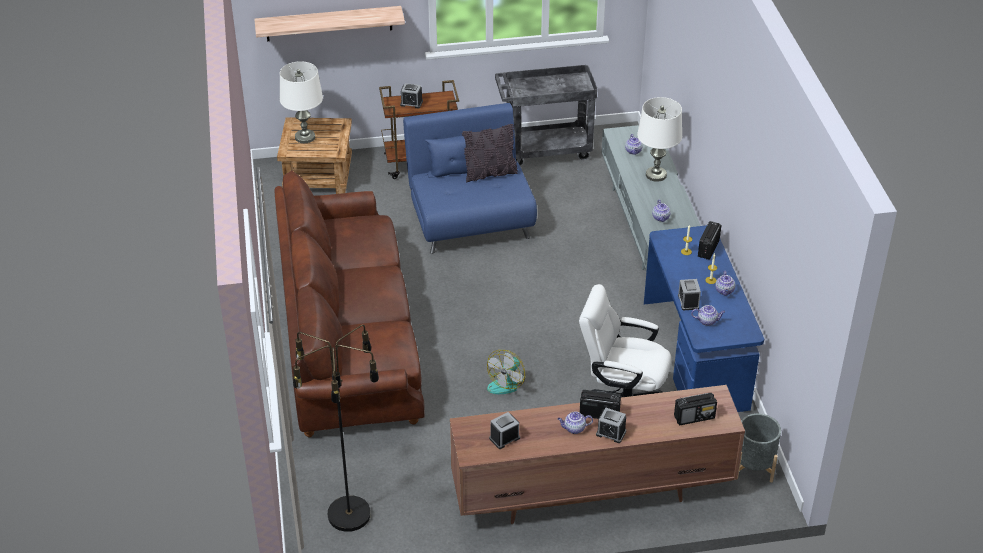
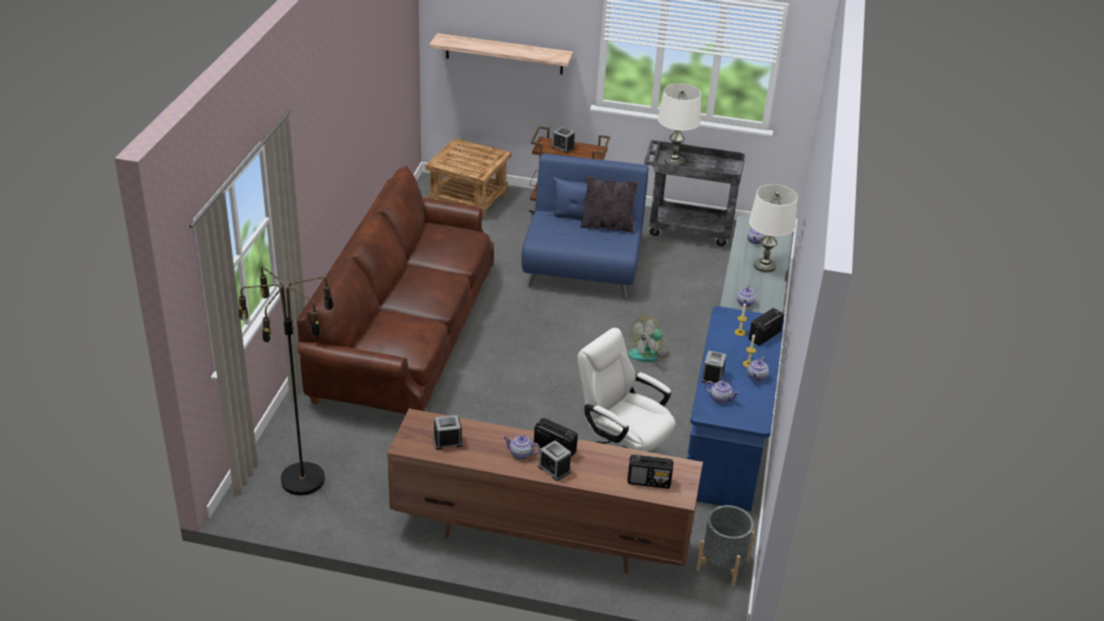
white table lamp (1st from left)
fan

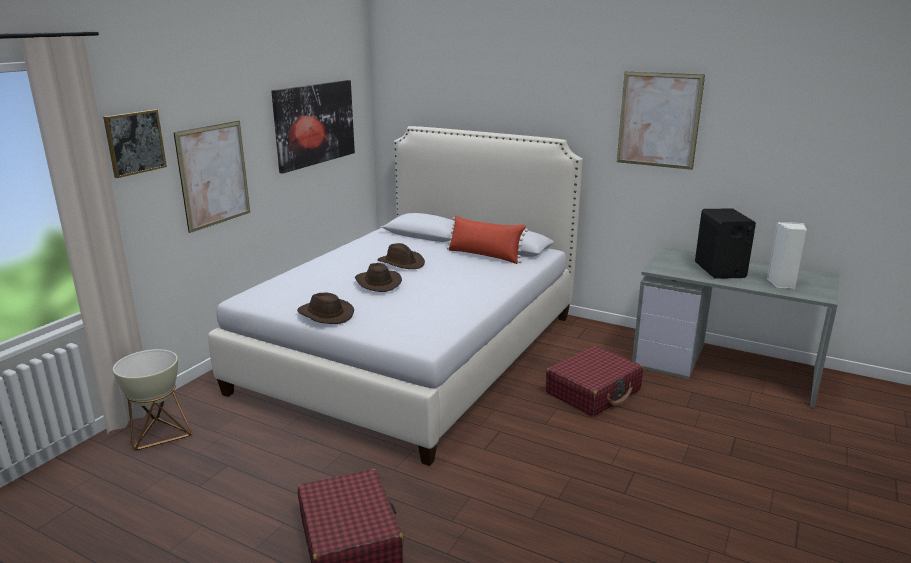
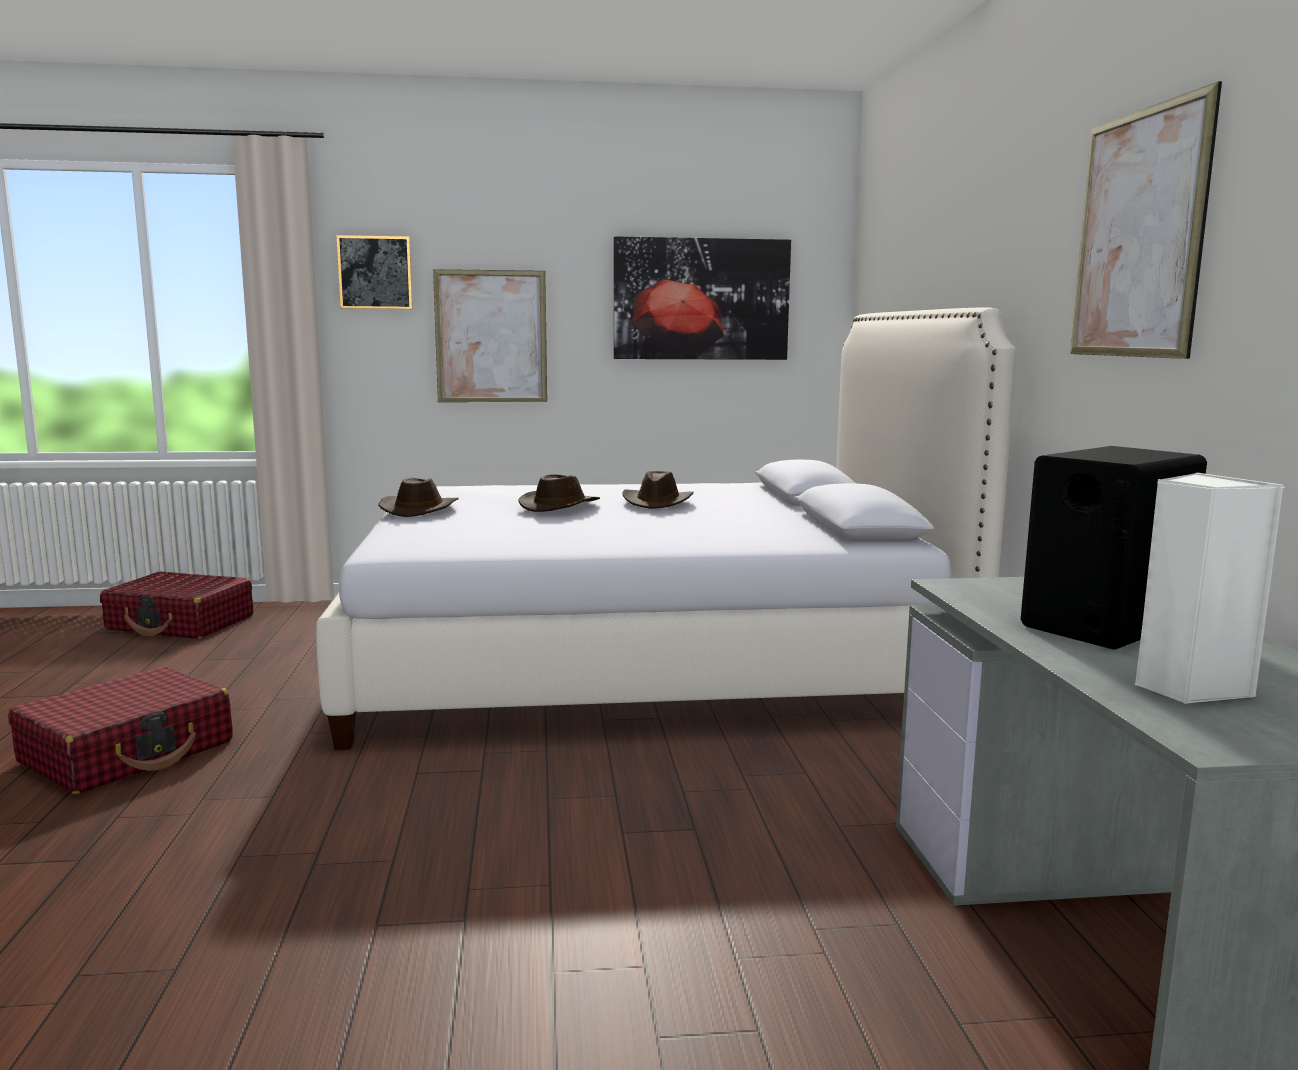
planter
red pillow
red suitcase (2nd from left)

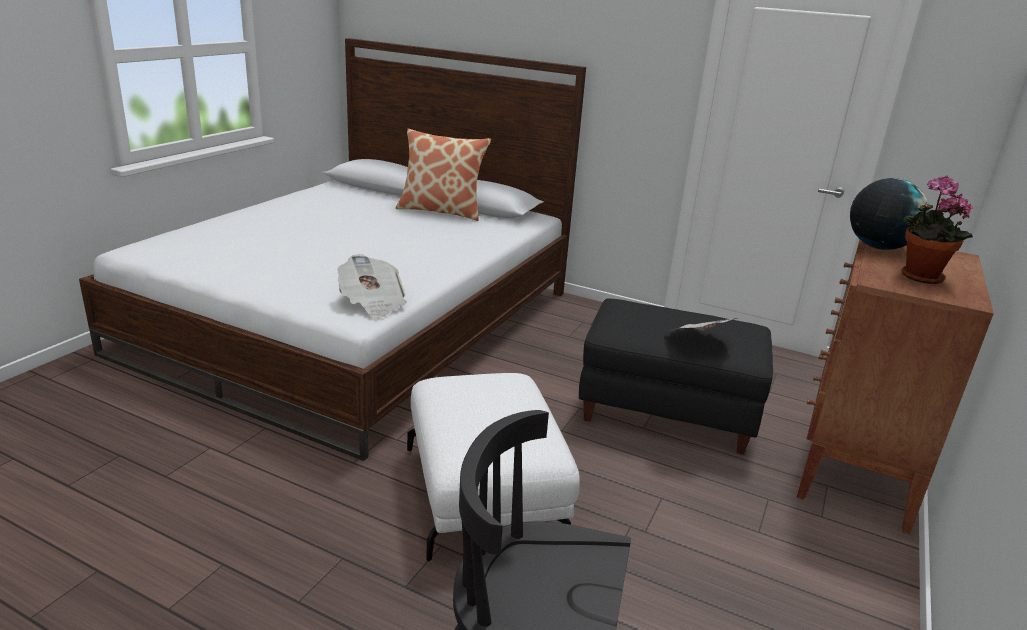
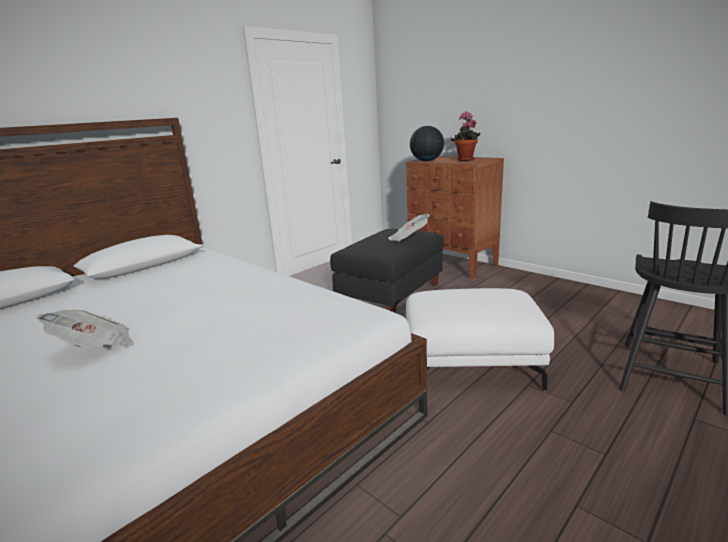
newspaper (1st from left)
pillow

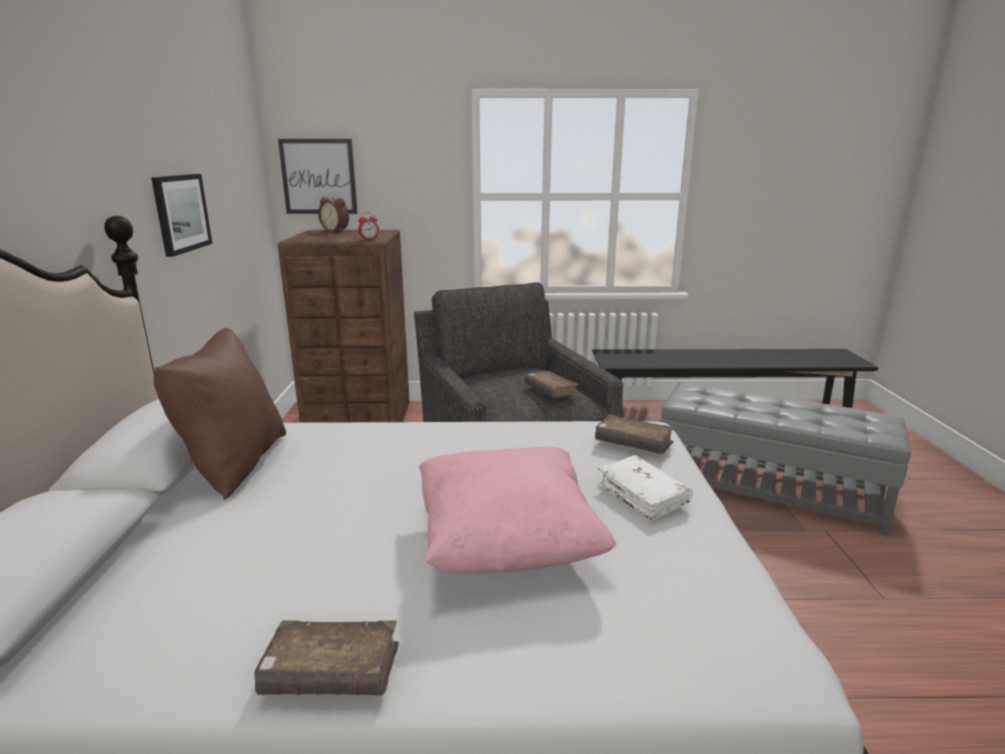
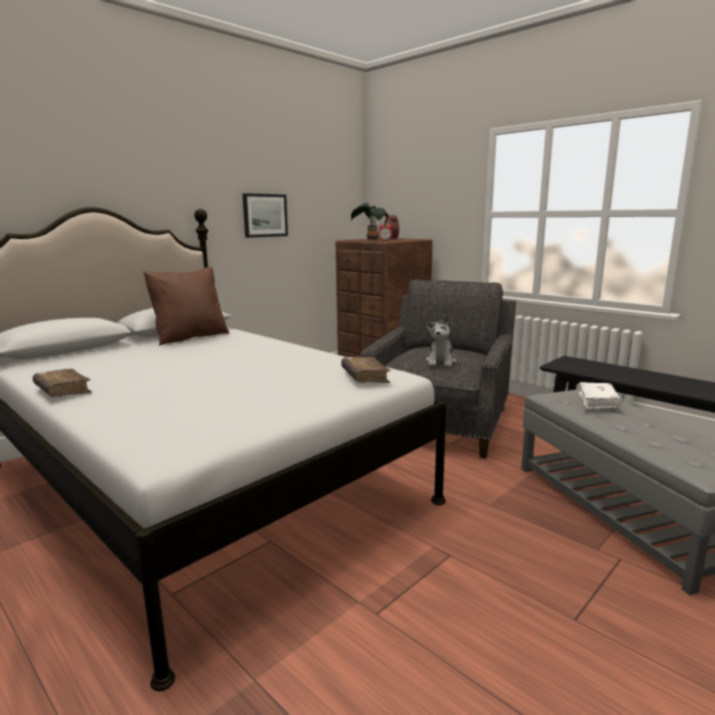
picture (2nd from left in the first image)
pink pillow
plush toy
white book
potted plant

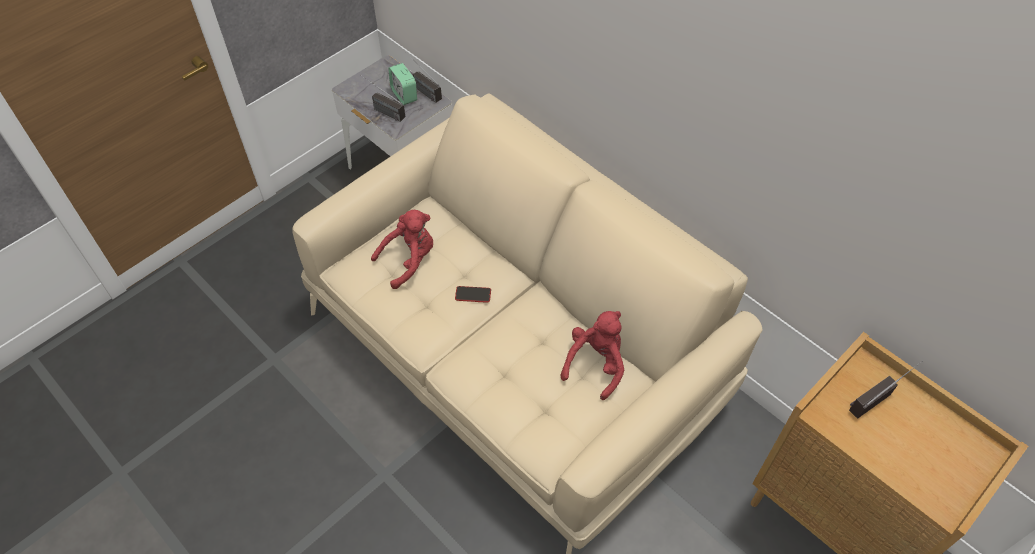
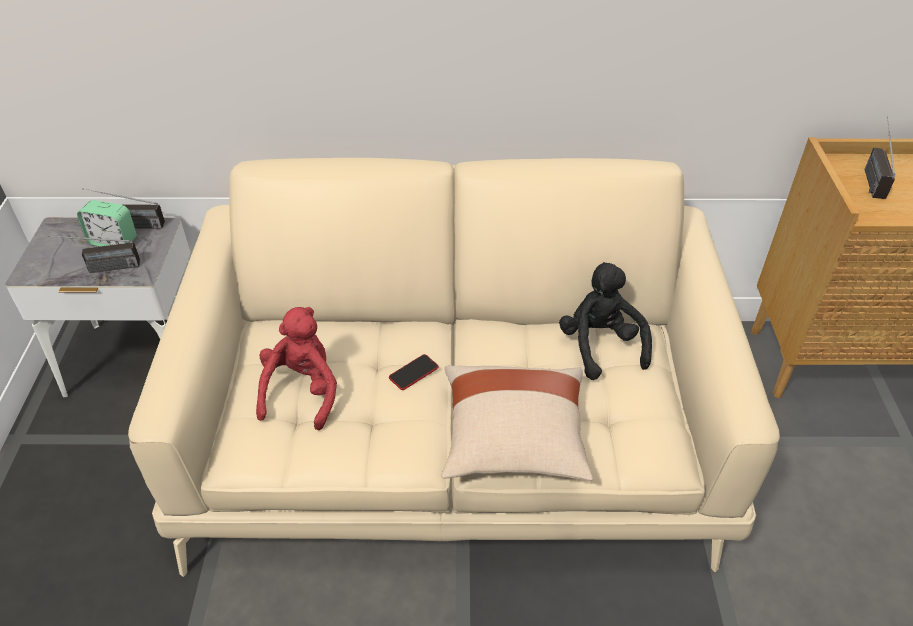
black plush toy
beige pillow

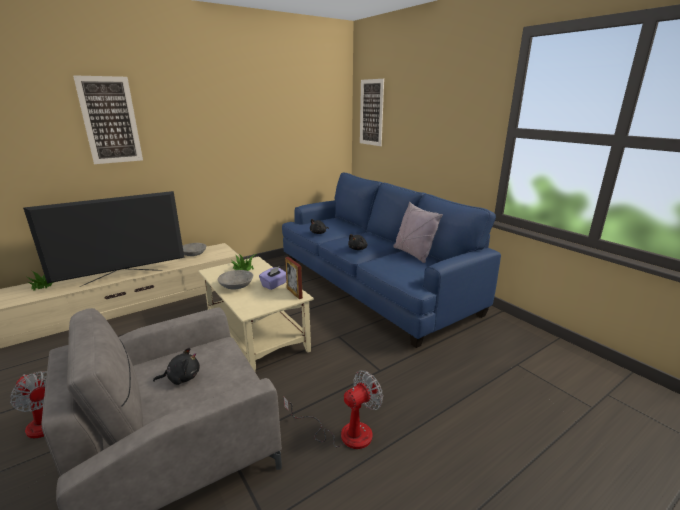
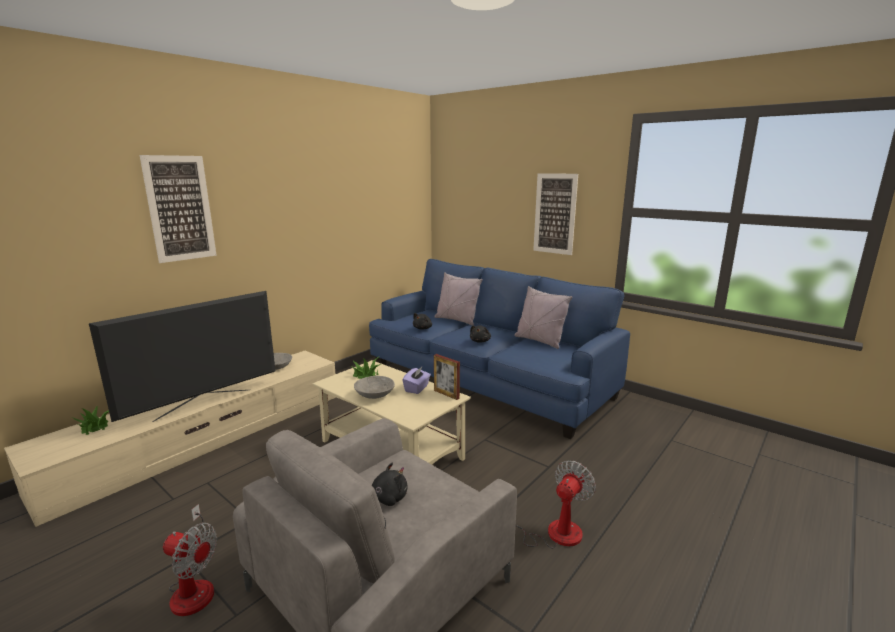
picture (2nd from left)
purple pillow (1st from left)

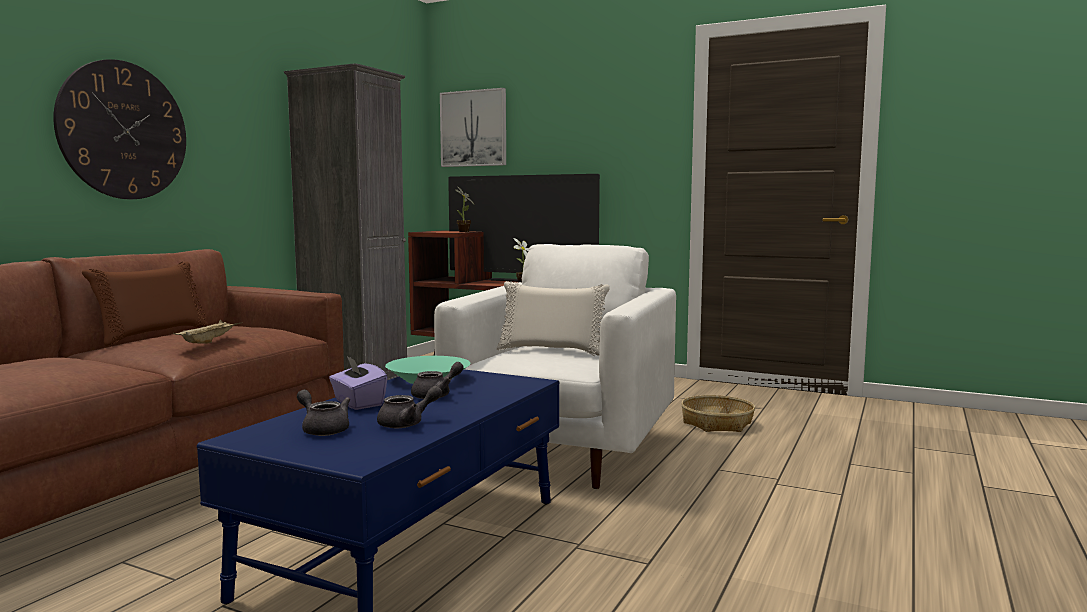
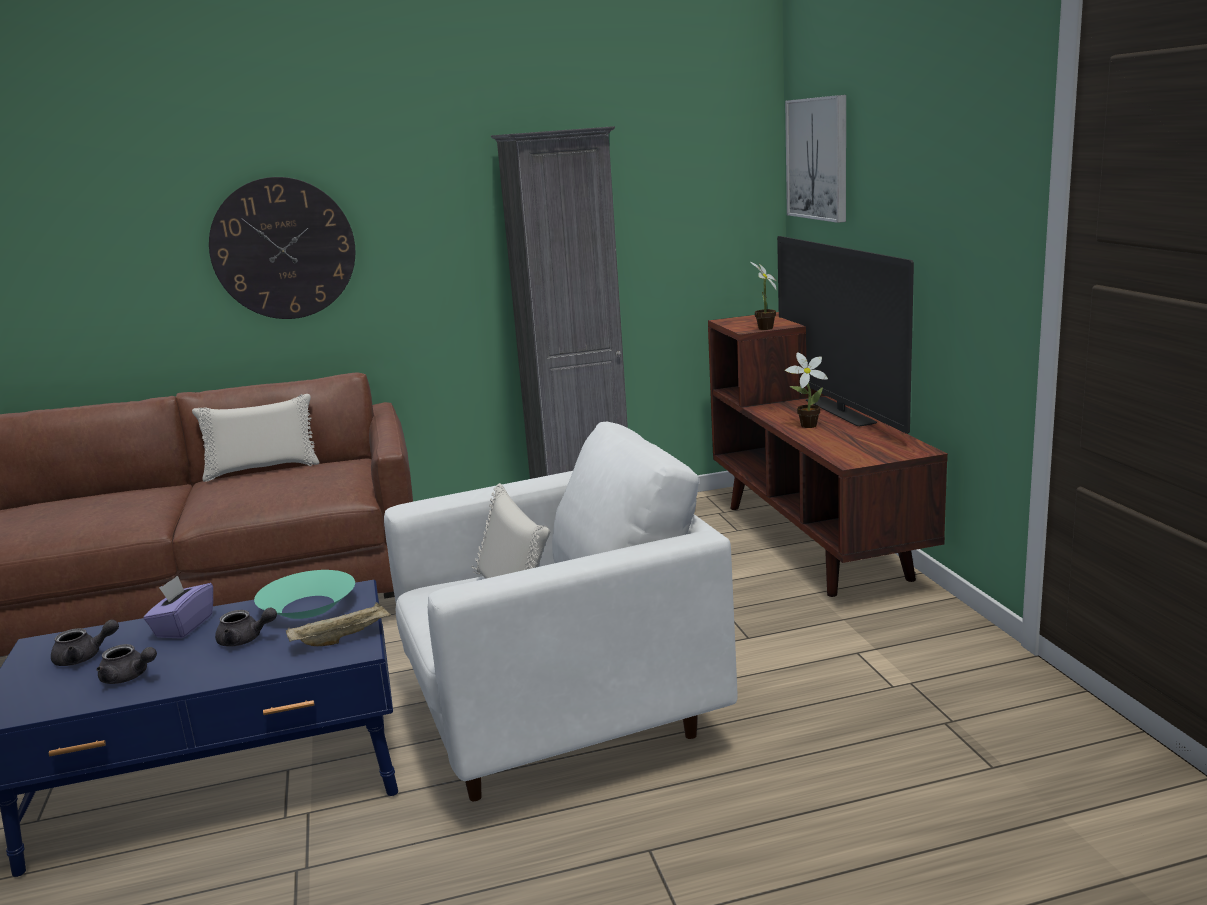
white pillow (1st from left)
beige tray
grey teapot (1st from left)
basket

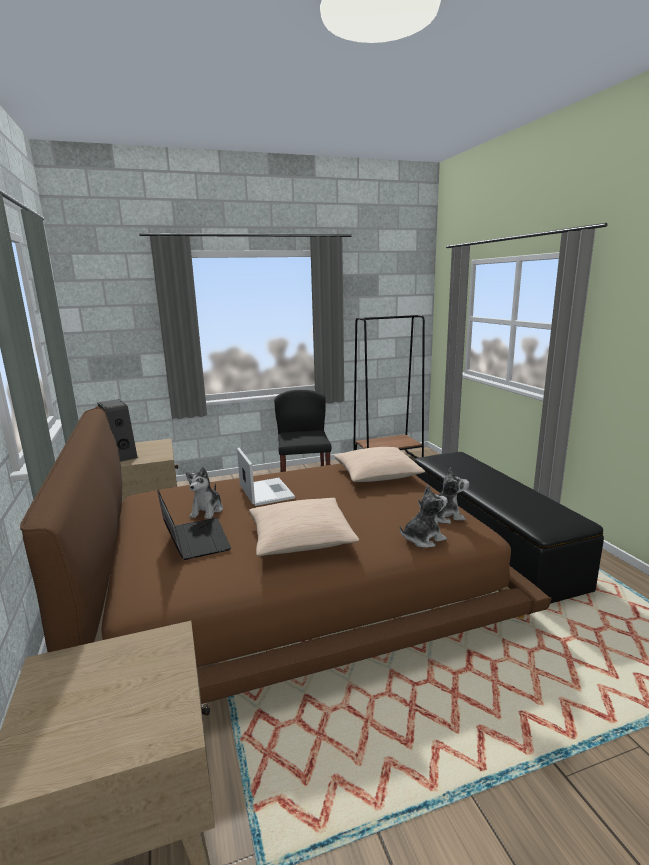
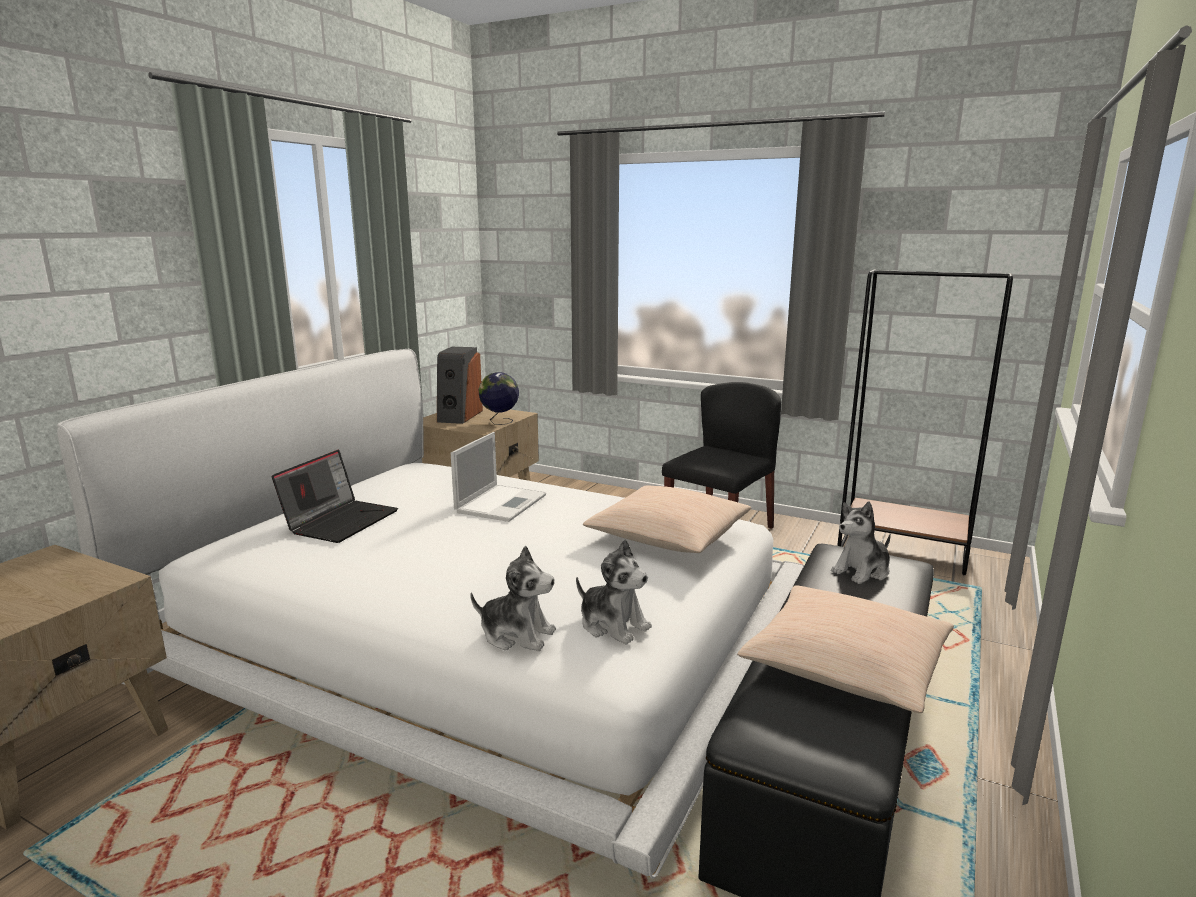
white bed
plush toy (3rd from left)
beige pillow (2nd from left)
globe

